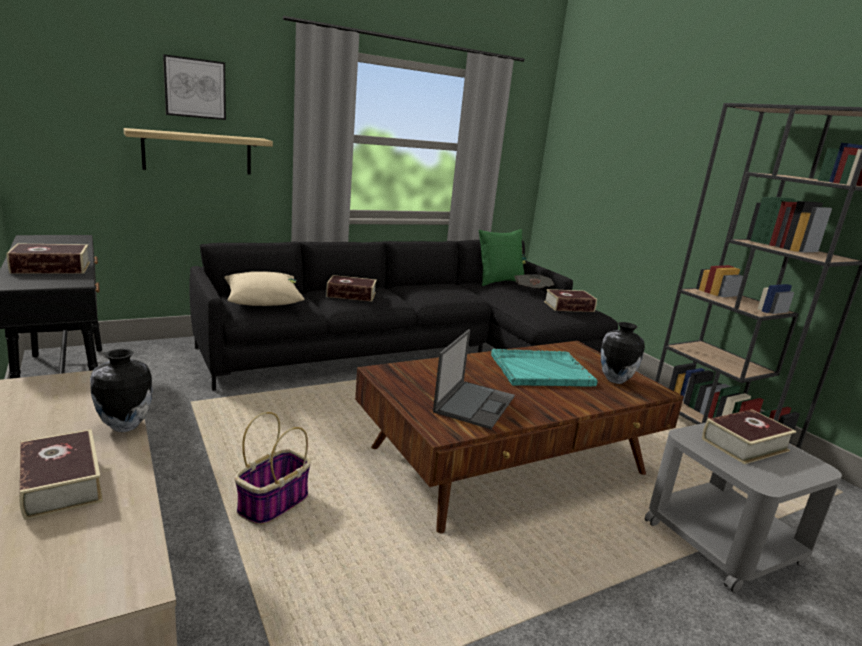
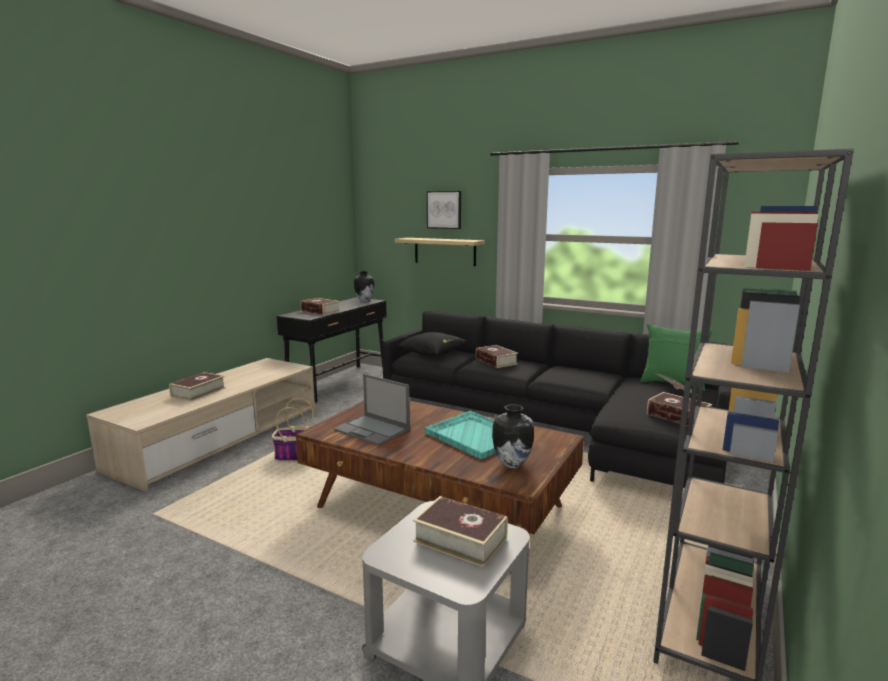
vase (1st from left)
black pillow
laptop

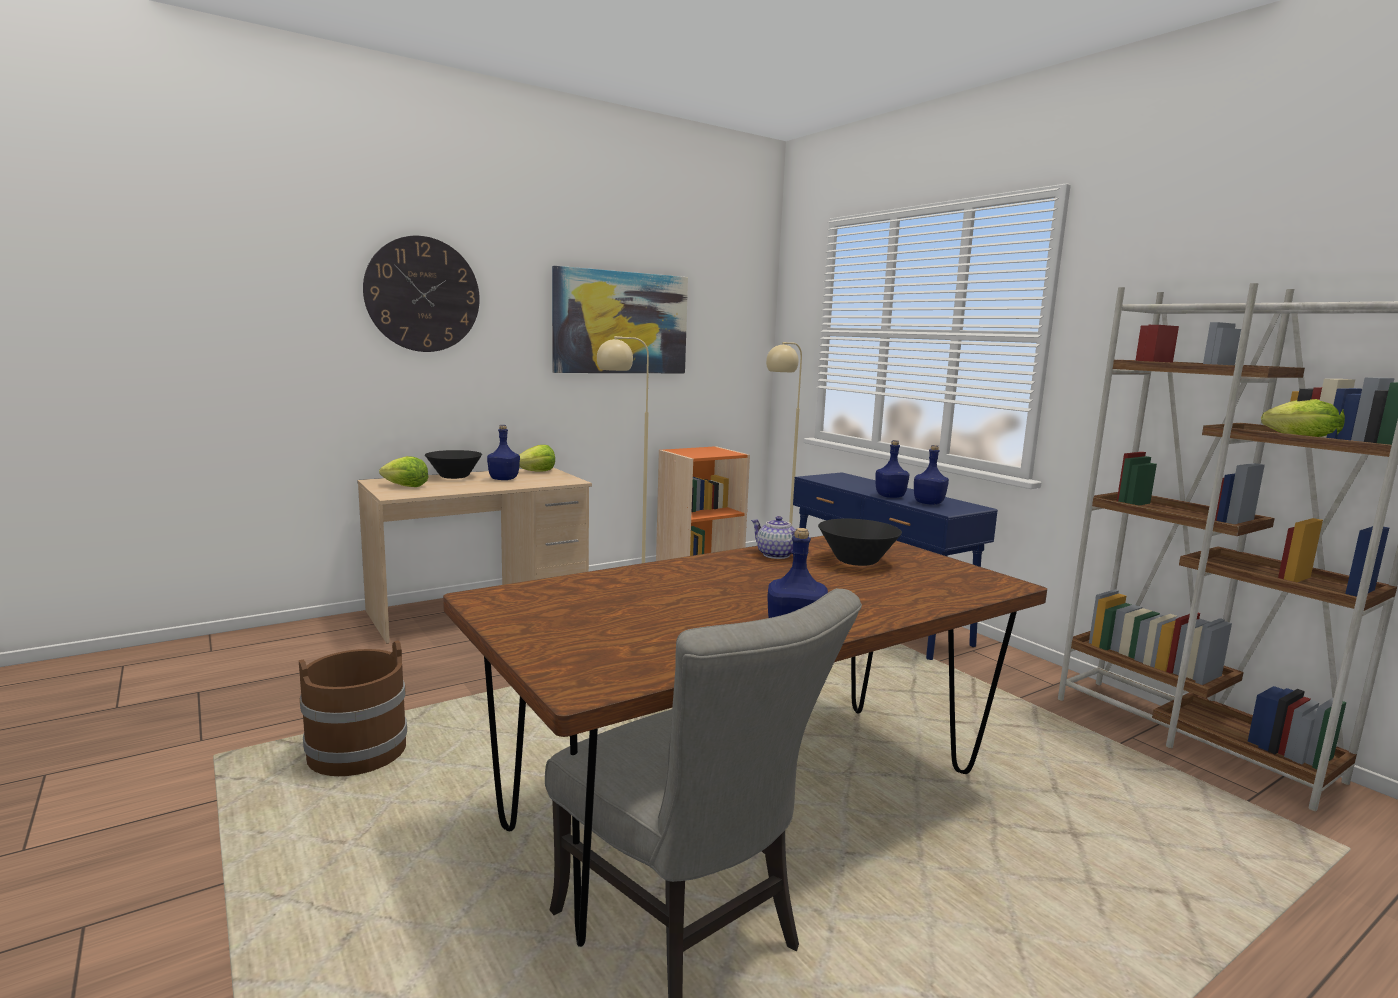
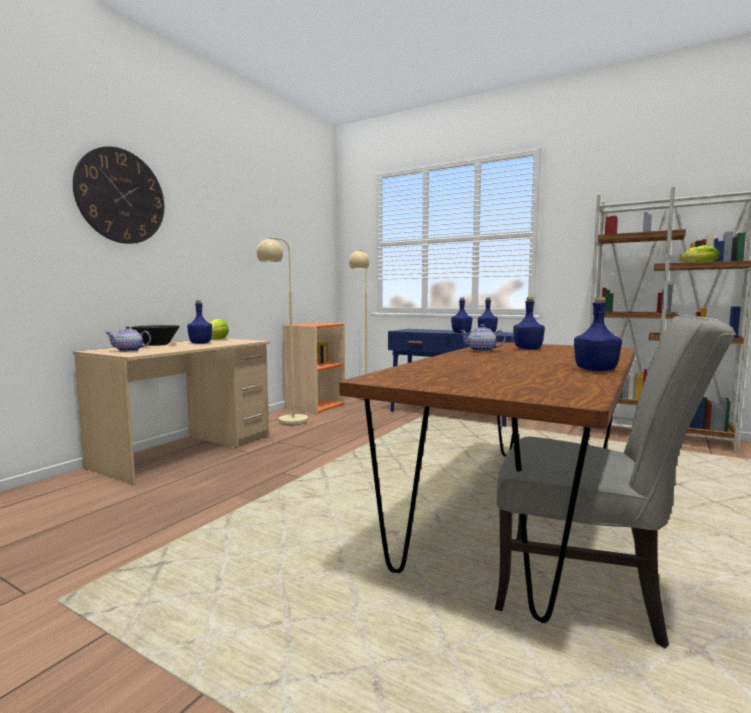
brown bucket
teapot (1st from left)
picture
blue bottle (4th from left)

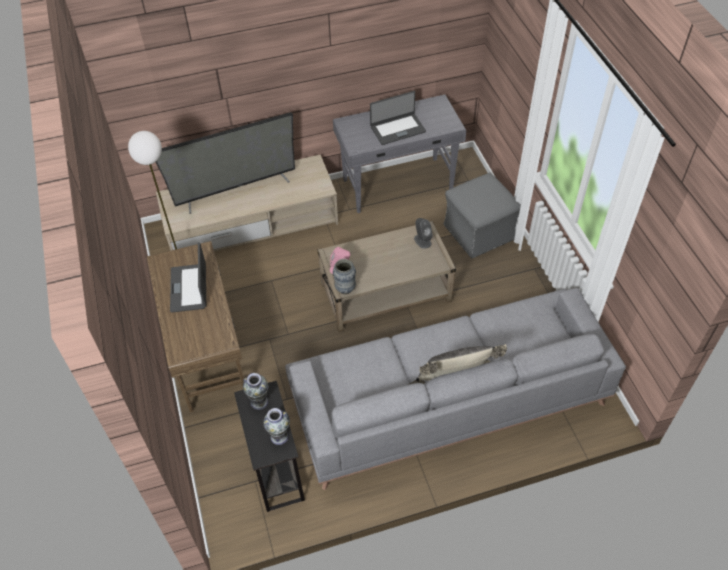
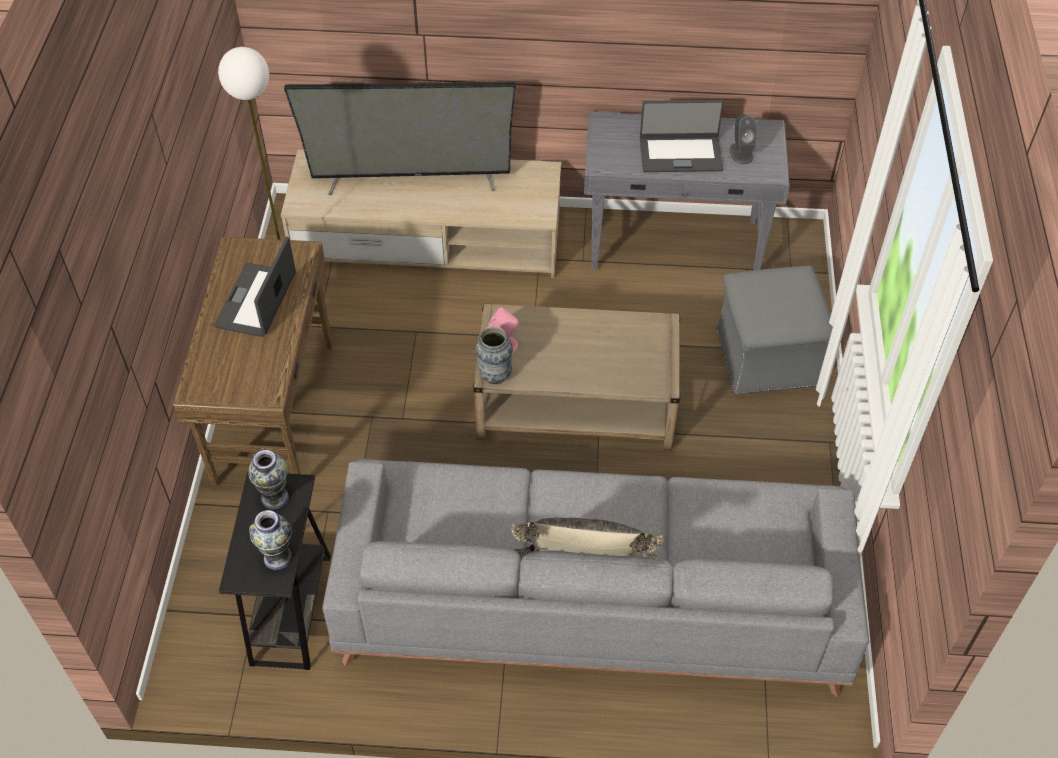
grey speaker

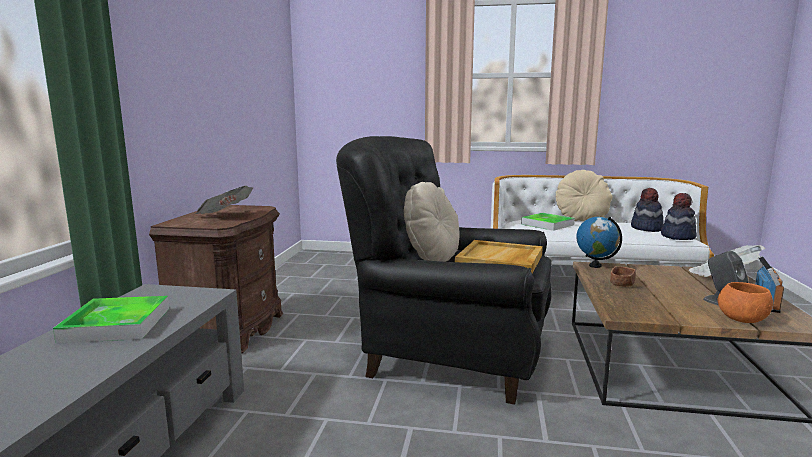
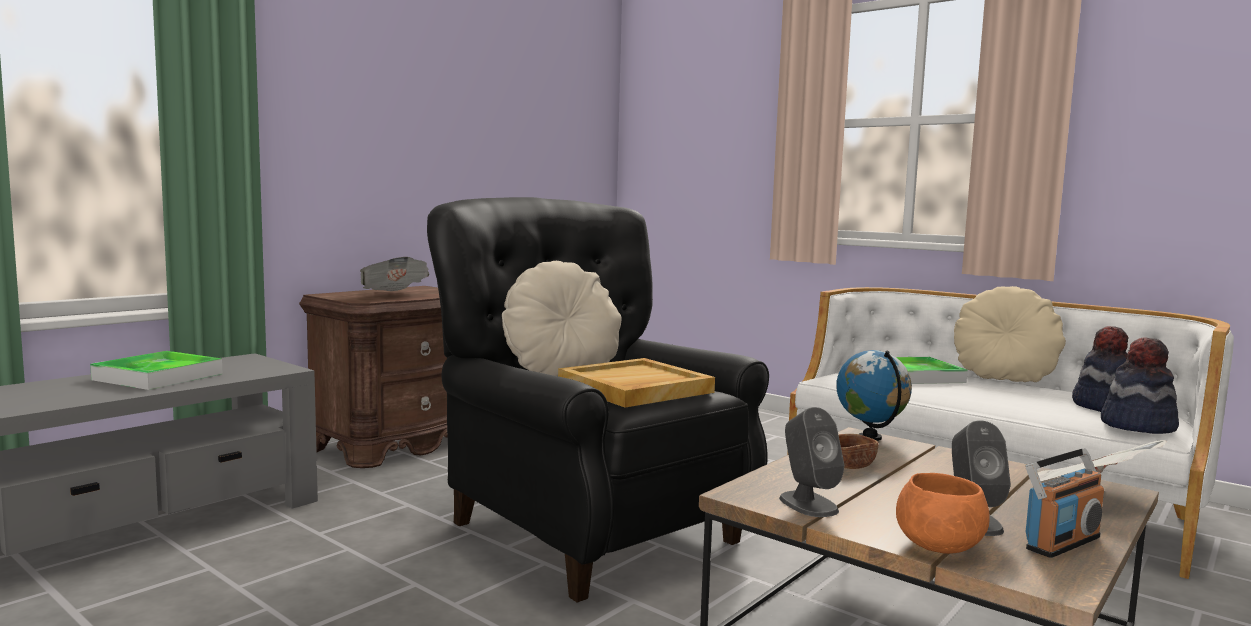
grey speaker (1st from left)

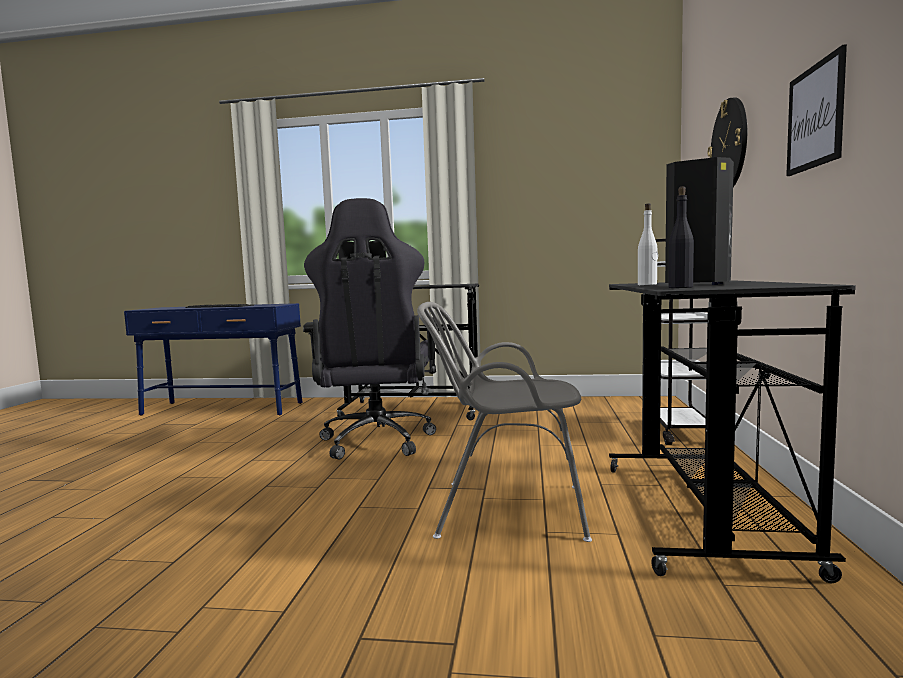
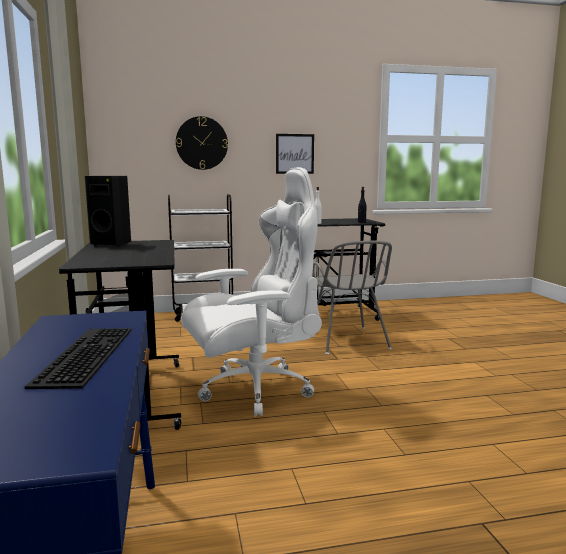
white office chair
black speaker

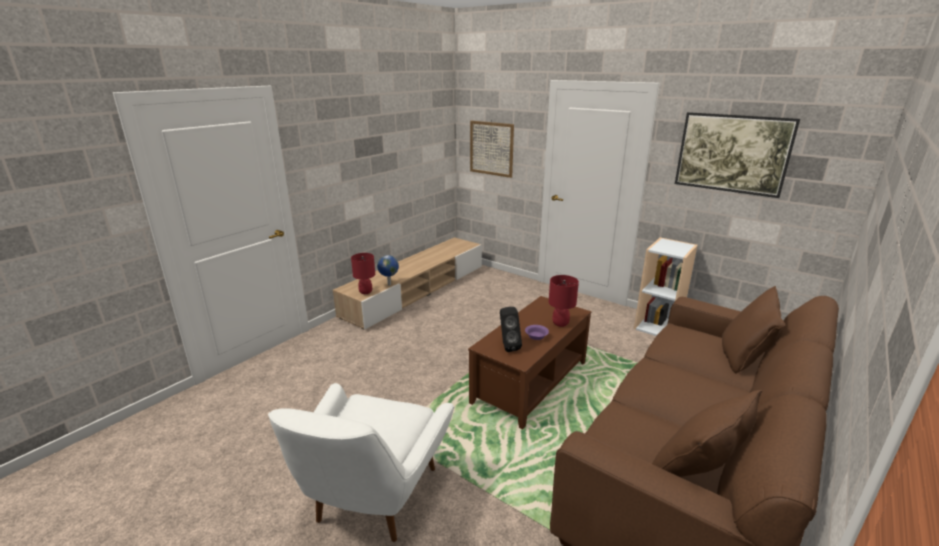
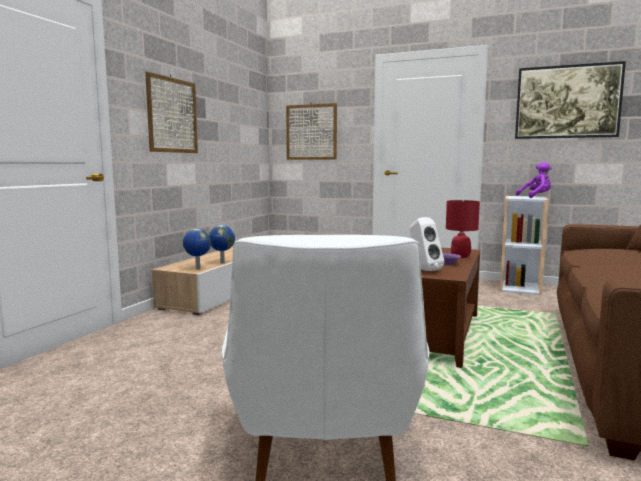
globe (1st from left)
white speaker
picture (1st from left)
purple plush toy

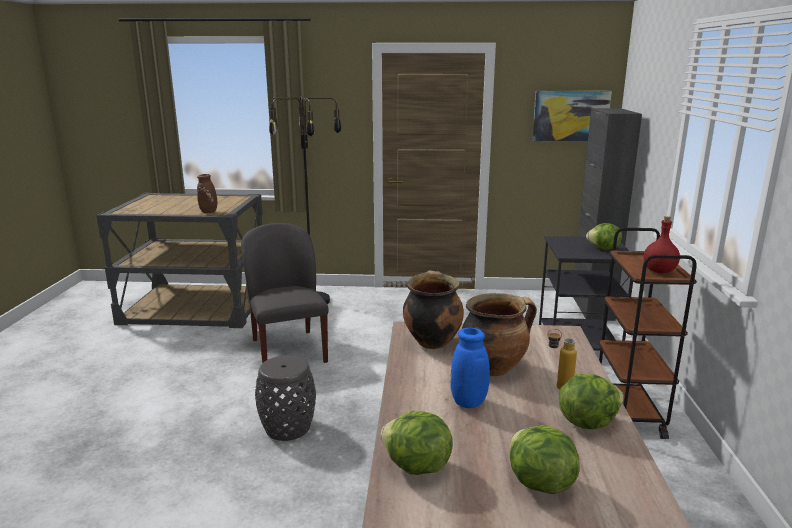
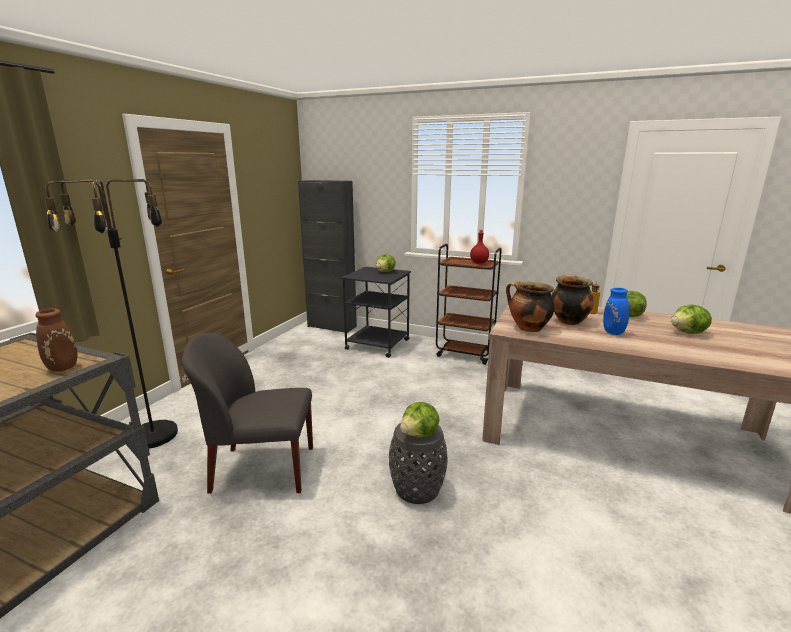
lettuce (2nd from left)
picture

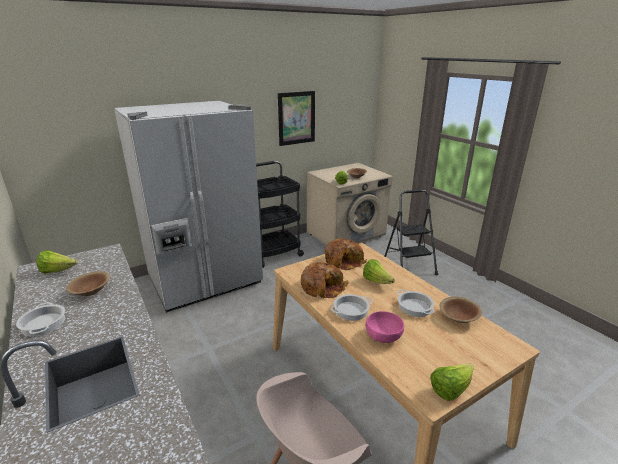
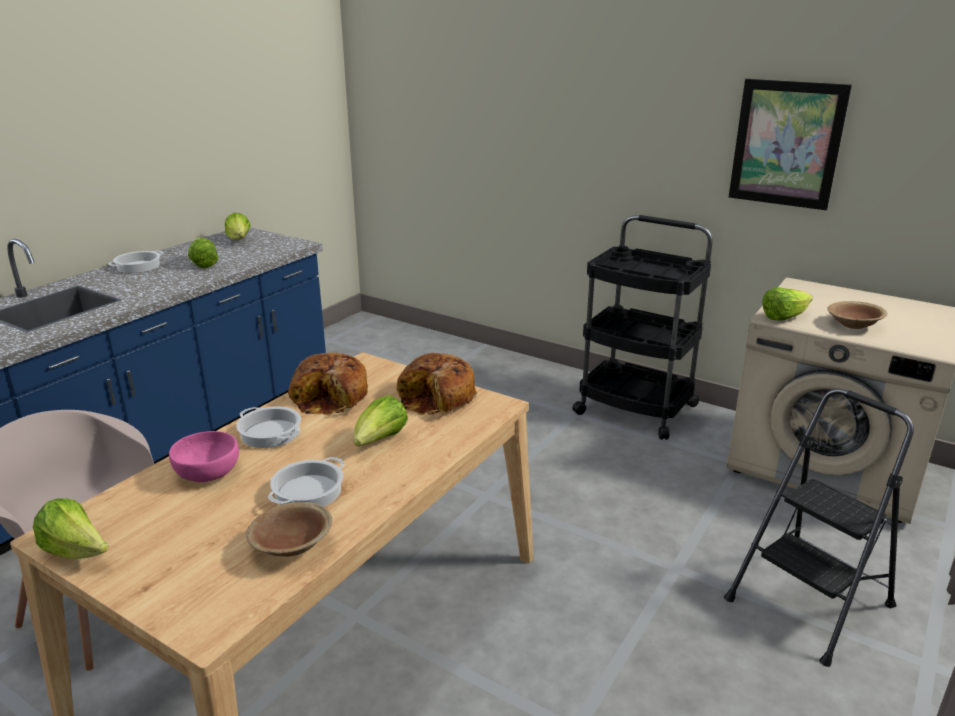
lettuce (2nd from left)
white fridge

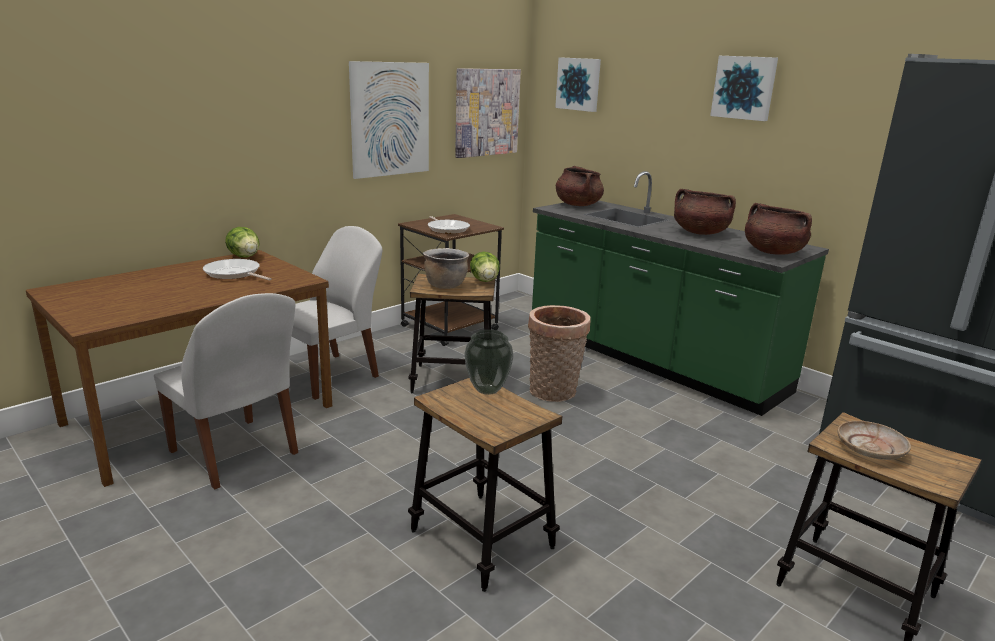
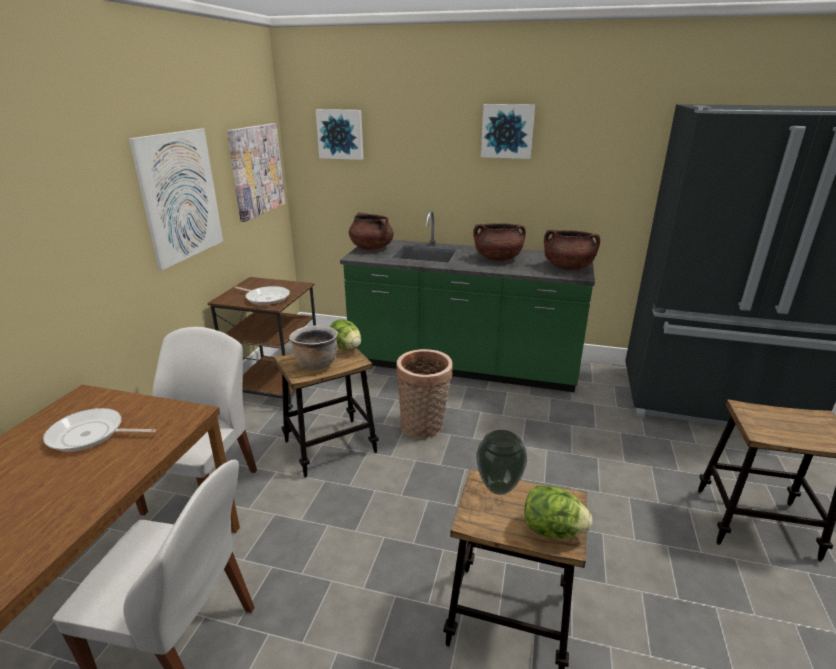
lettuce (2nd from left)
beige plate

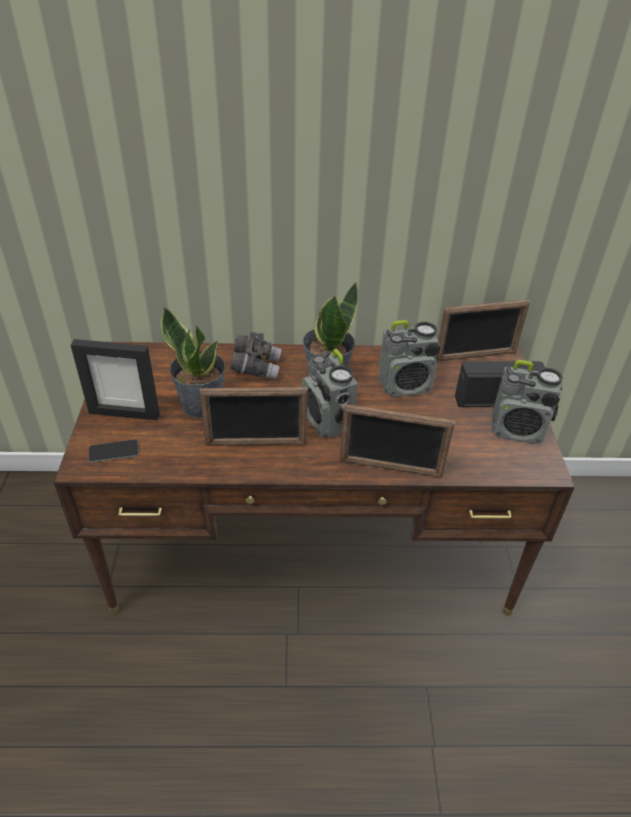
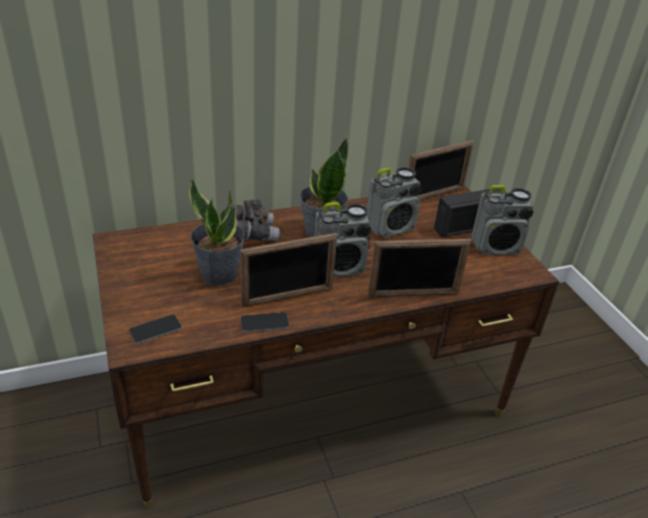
picture frame (1st from left in the first image)
radio (1st from left)
phone (2nd from left)

